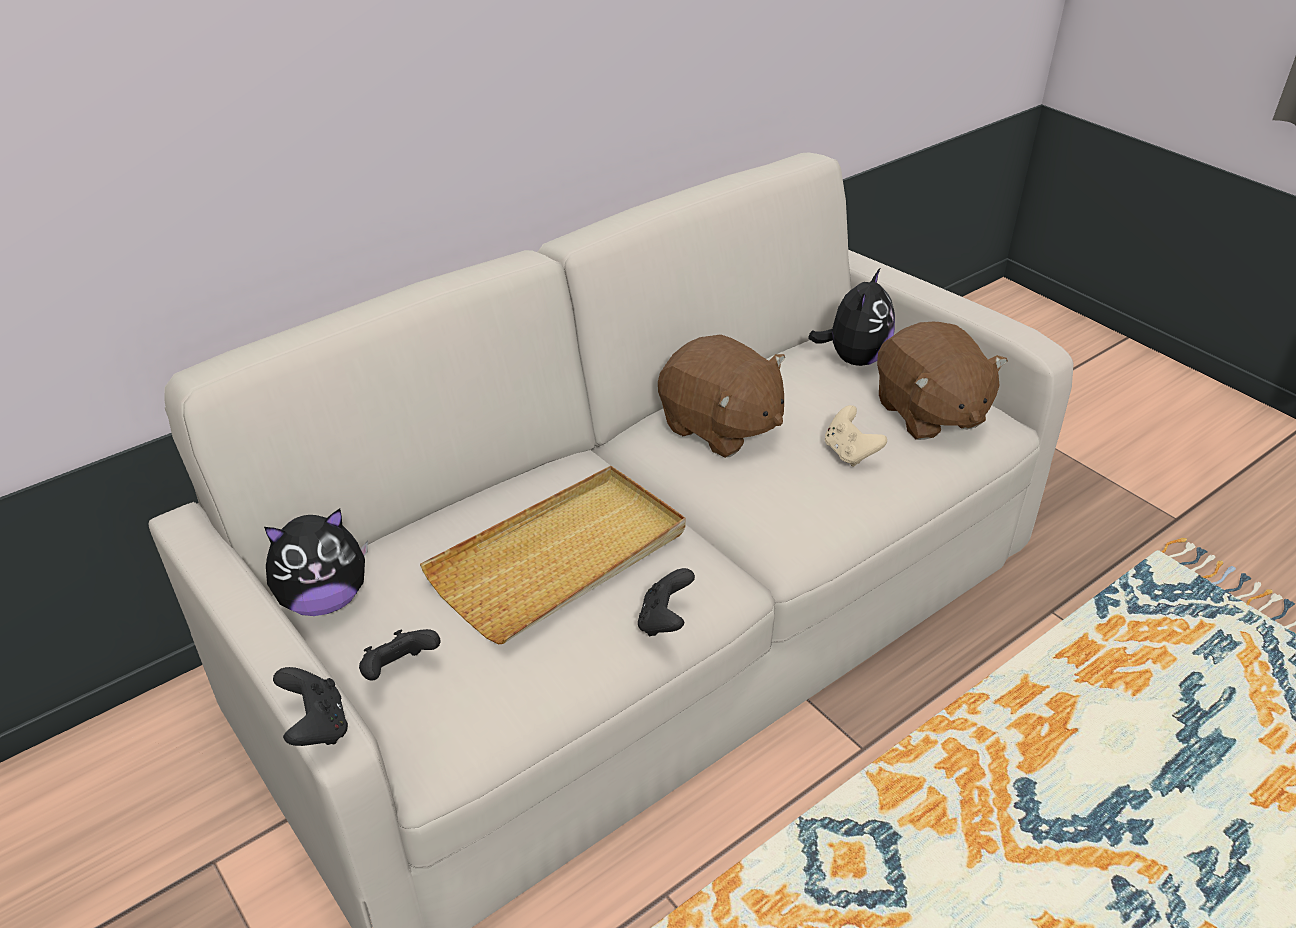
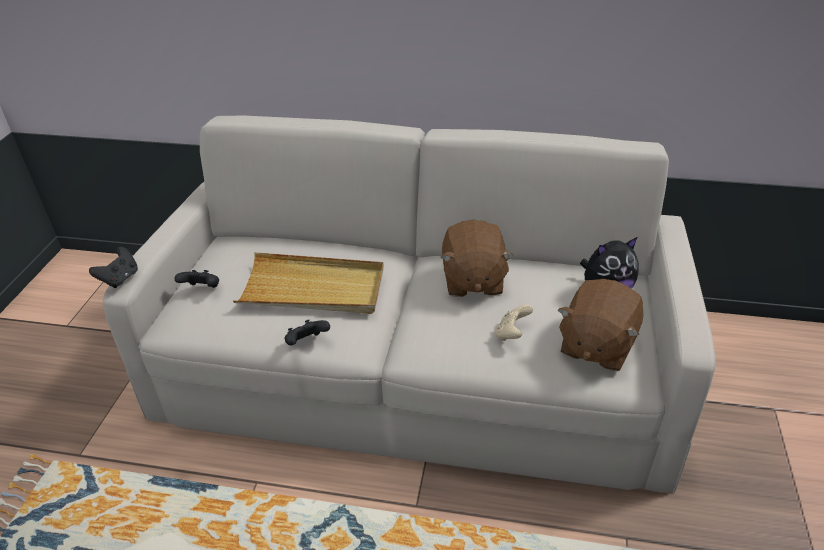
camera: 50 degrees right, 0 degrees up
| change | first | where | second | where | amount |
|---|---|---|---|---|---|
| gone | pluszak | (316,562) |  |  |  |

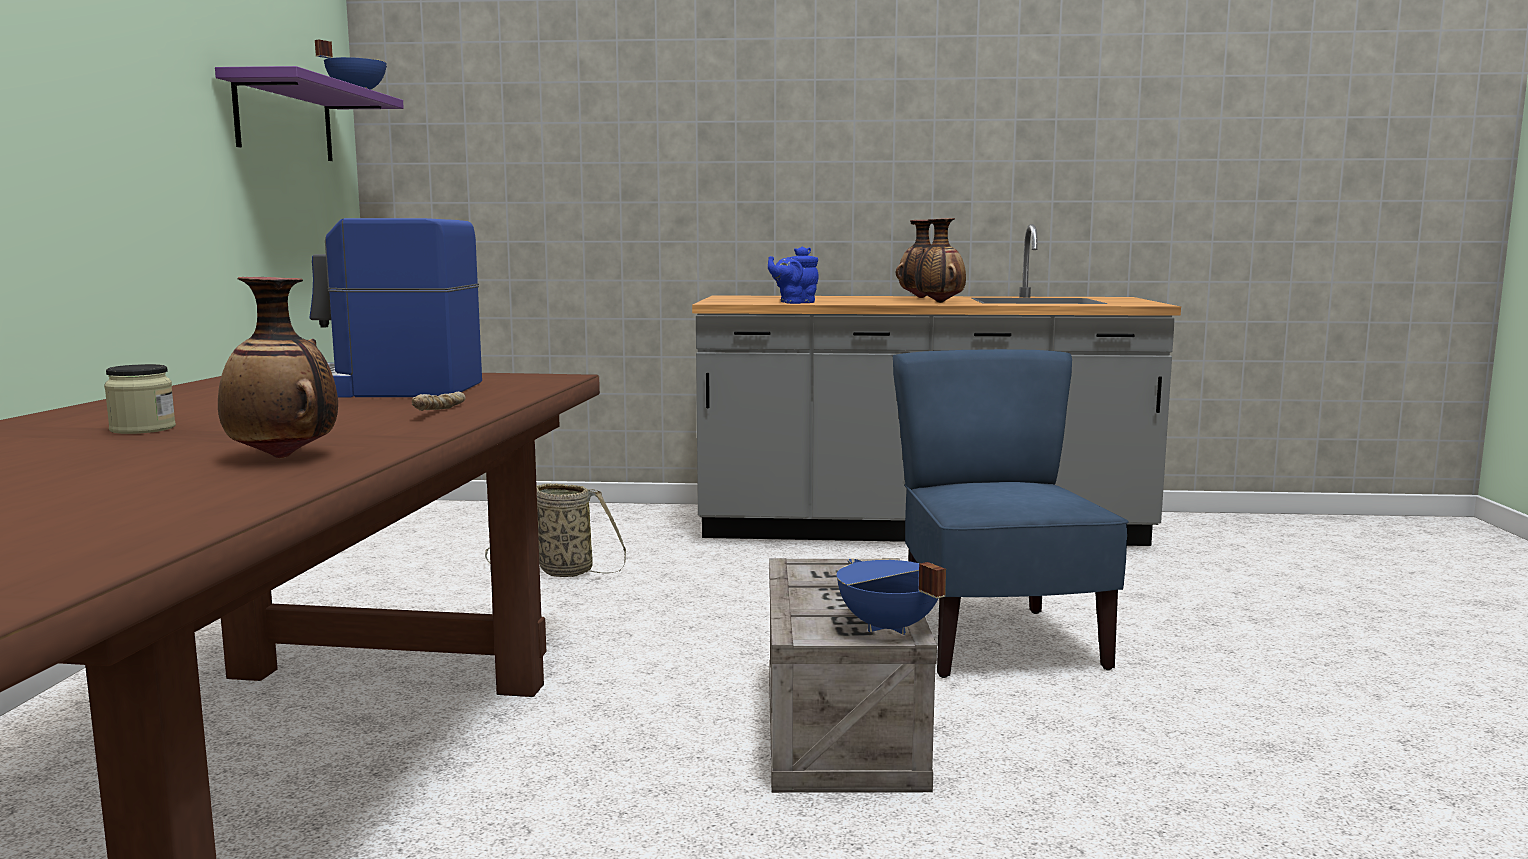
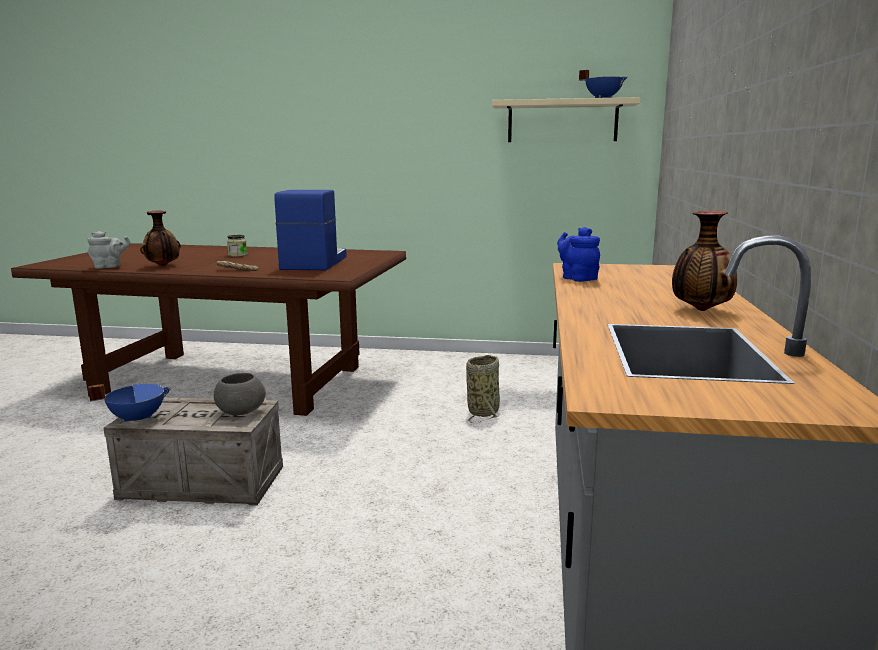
camera: 95 degrees right, 5 degrees up
| change | first | where | second | where | amount |
|---|---|---|---|---|---|
| gone | krzesło/niebieski | (1011,513) |  |  |  |
| gone | wazon | (940,260) |  |  |  |
| new |  |  | imbryk/szary | (109,250) |  |
| new |  |  | miska/szary | (240,394) |  |
| repainted | półka/fioletowy | (309,113) | półka/beżowy | (566,119) |  |

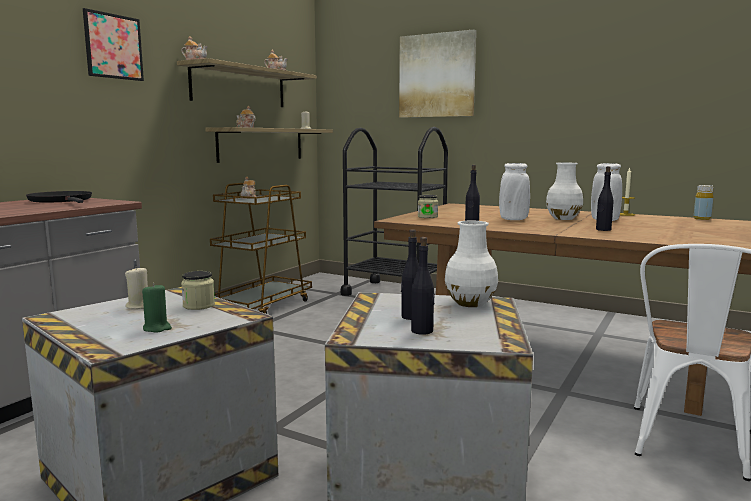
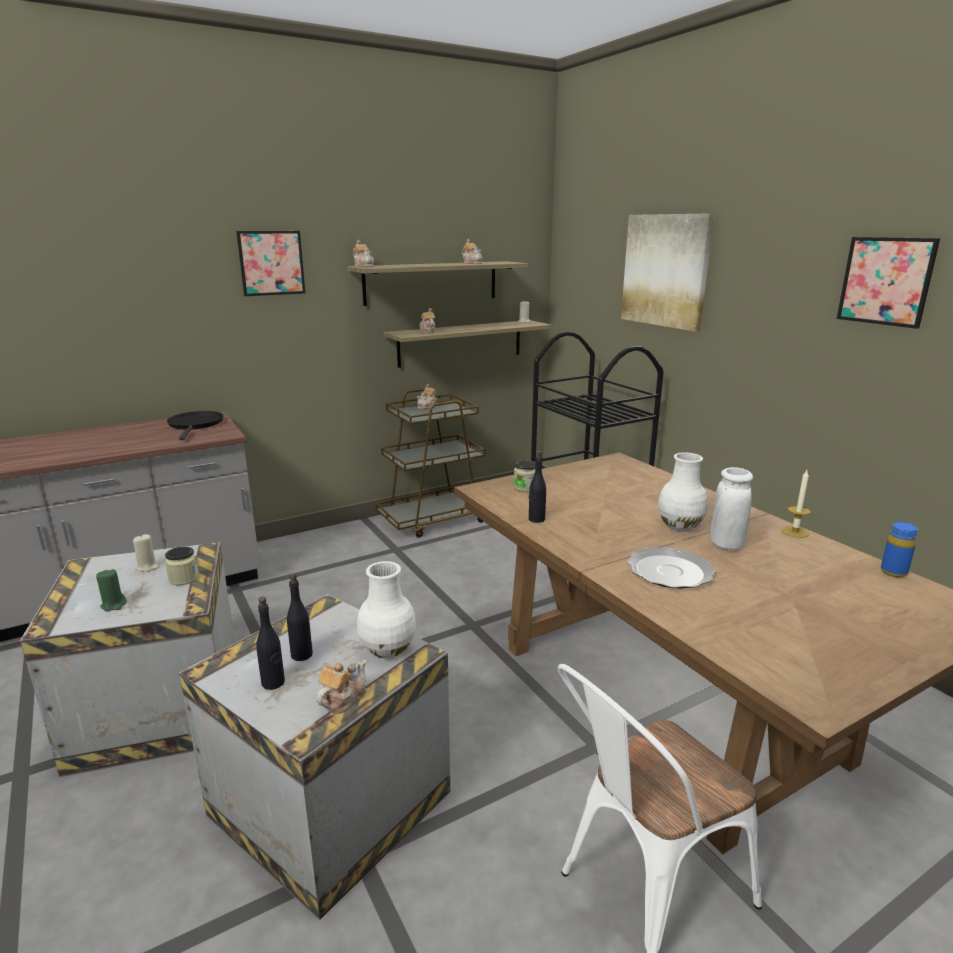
camera: 30 degrees right, 10 degrees up
| change | first | where | second | where | amount |
|---|---|---|---|---|---|
| gone | wazon/biały | (514,191) |  |  |  |
| new |  |  | imbryk | (341,687) |  |
| new |  |  | obraz | (888,283) |  |
| swapped | butelka/czarny | (605,198) | talerz | (671,568) |  |
| repainted | butelka/żółty | (704,202) | butelka/niebieski | (899,550) |  |

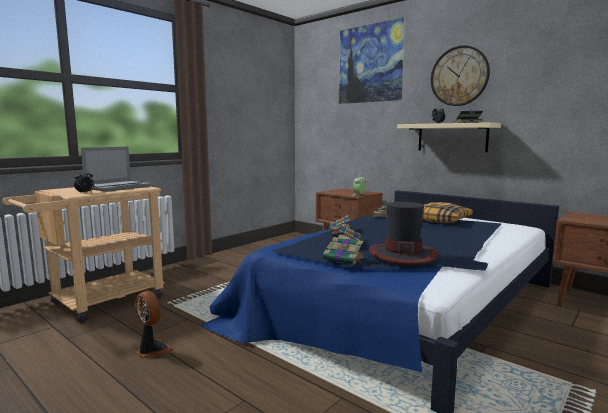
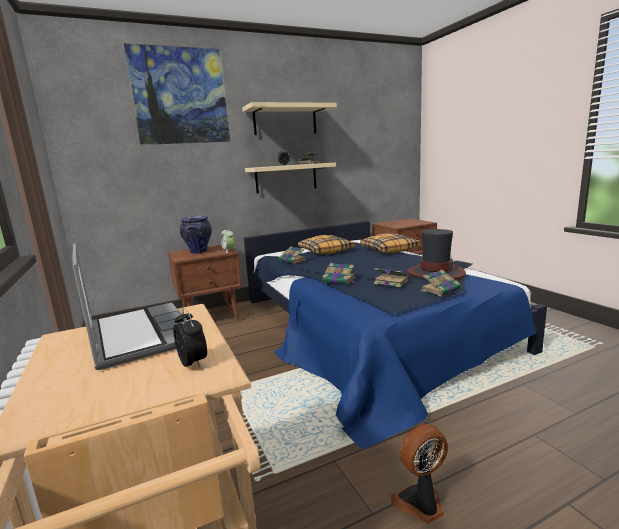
camera: 65 degrees left, 5 degrees up
| change | first | where | second | where | amount |
|---|---|---|---|---|---|
| new |  |  | wazon | (196,235) |  |
| new |  |  | poduszka | (390,243) |  |
| swapped | zegar ścienny | (460,75) | półka/beżowy | (289,118) |  |

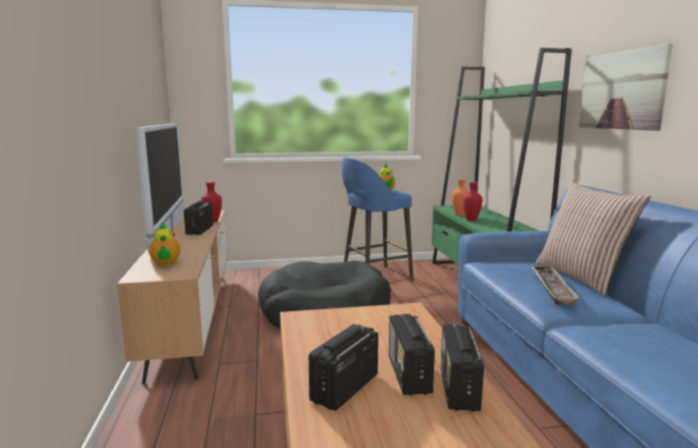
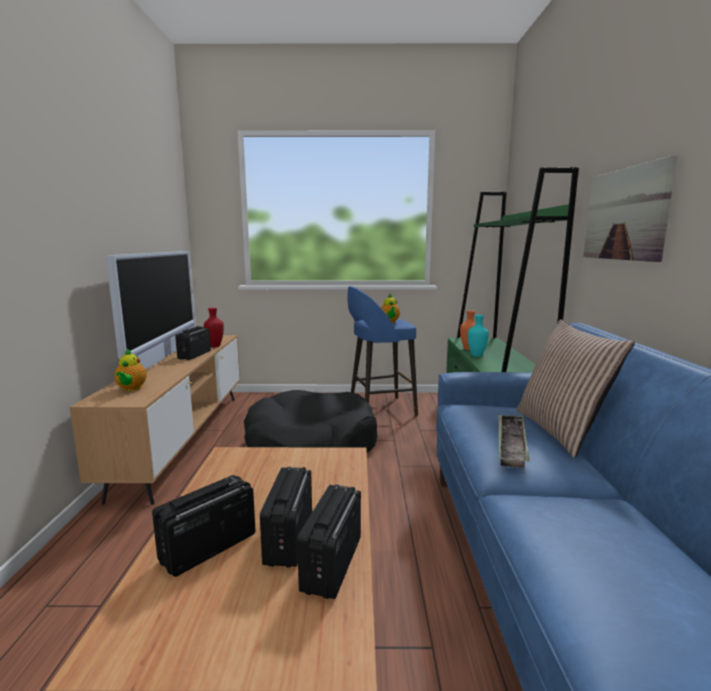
camera: 10 degrees right, 0 degrees up
| change | first | where | second | where | amount |
|---|---|---|---|---|---|
| repainted | wazon/czerwony | (472,201) | wazon/turkusowy | (478,336) |  |

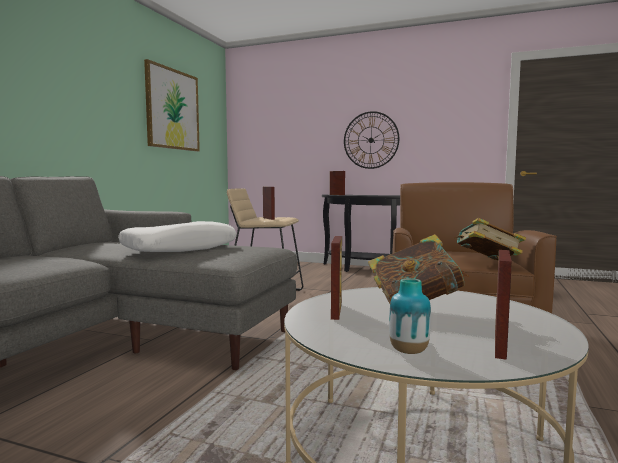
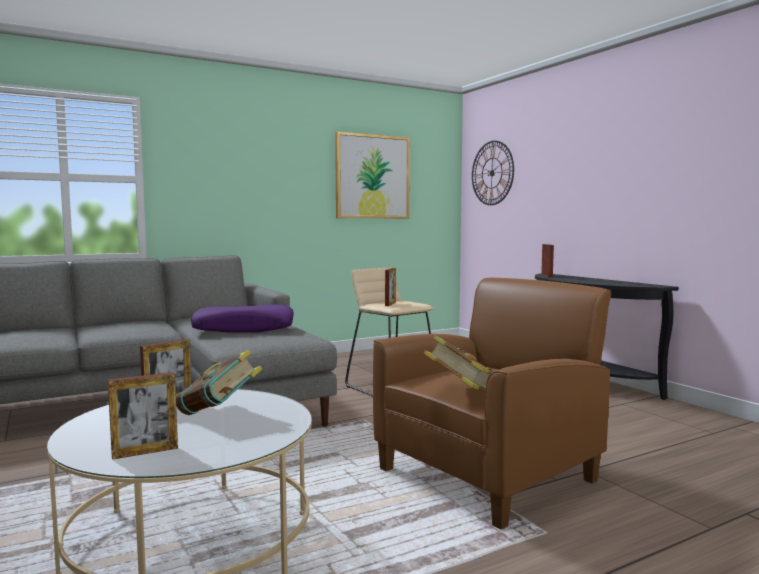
camera: 40 degrees right, 0 degrees up
| change | first | where | second | where | amount |
|---|---|---|---|---|---|
| gone | wazon | (410,316) |  |  |  |
| shifted | zegar ścienny | (371,140) |  | (493,172) |  |
| repainted | poduszka/biały | (177,236) | poduszka/fioletowy | (242,318) |  |

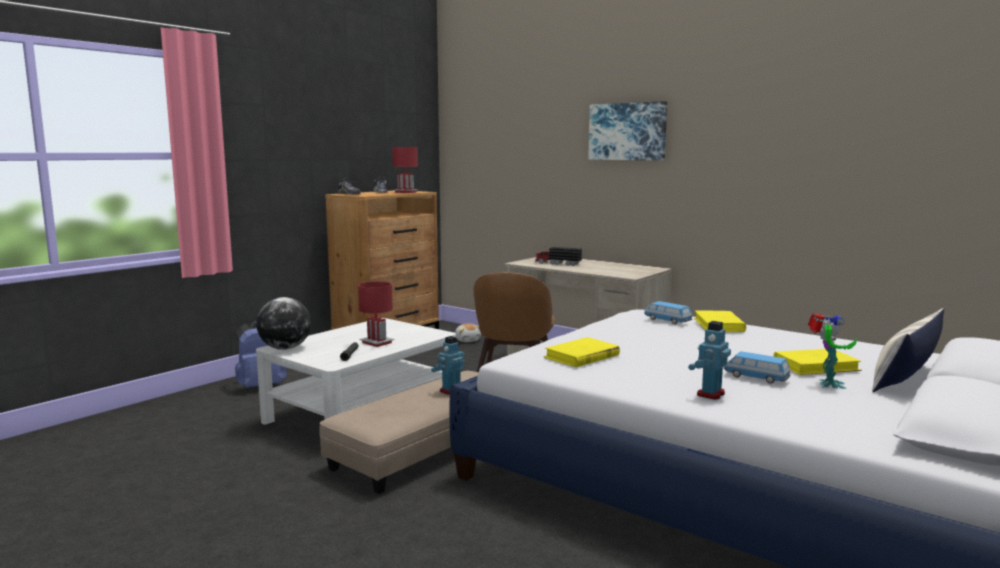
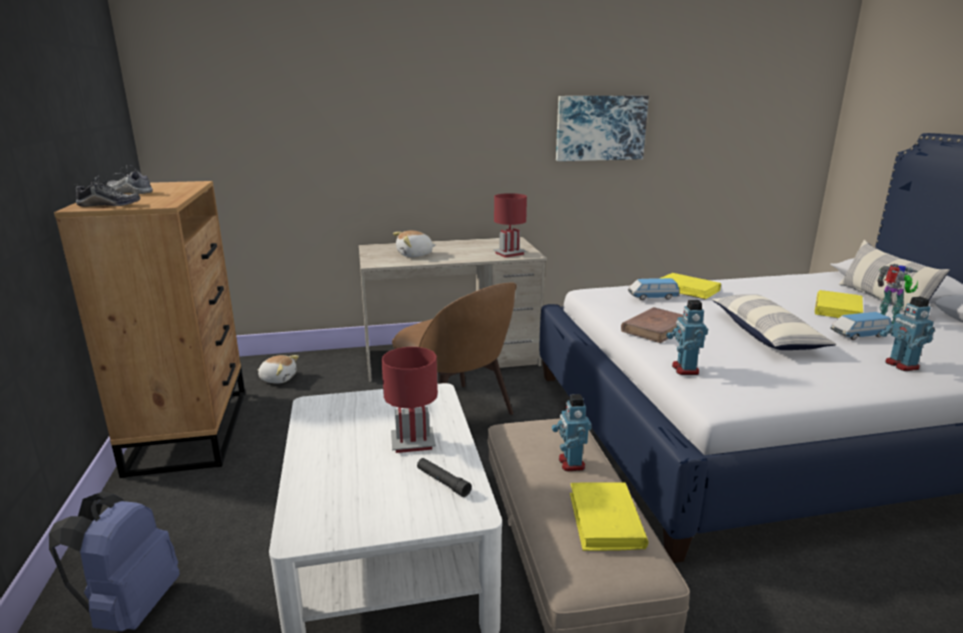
camera: 50 degrees left, 10 degrees up
| change | first | where | second | where | amount |
|---|---|---|---|---|---|
| gone | globus | (283,323) |  |  |  |
| new |  |  | książka/brązowy | (652,325) |  |
| new |  |  | robot zabawkowy | (687,337) |  |
| new |  |  | poduszka | (774,322) |  |
| shifted | lampa stołowa/czerwony | (405,170) |  | (510,225) |  |
| shifted | książka/żółty | (582,352) |  | (609,516) |  |
| shifted | obraz | (627,130) |  | (602,128) |  |
| swapped | ciężarówka zabawkowa | (558,256) | pluszak | (414,243) |  |

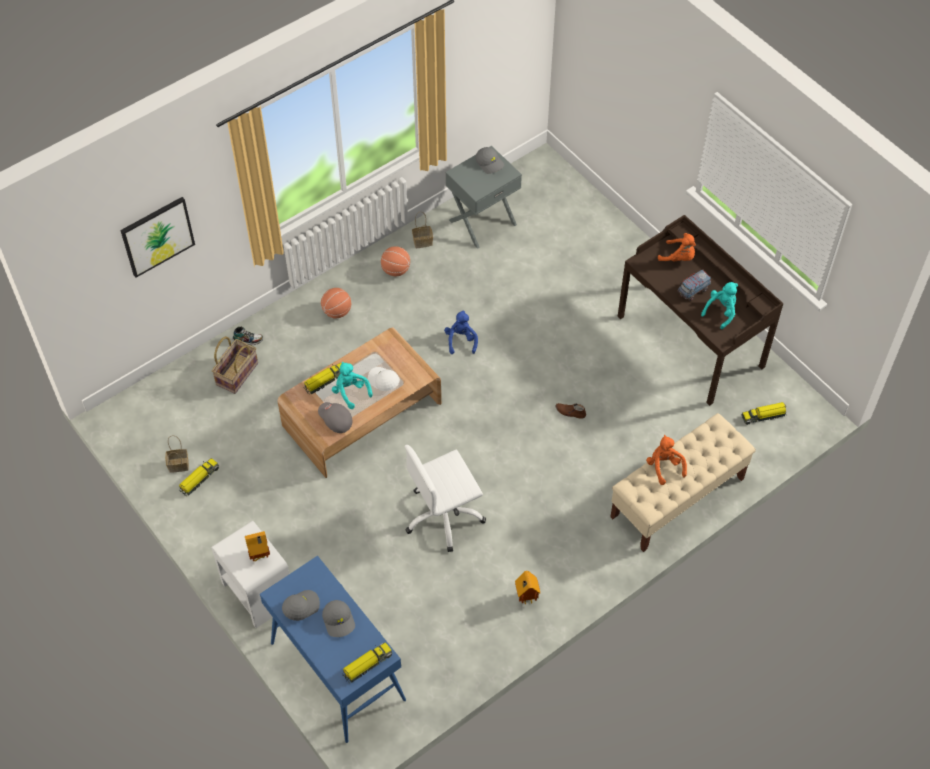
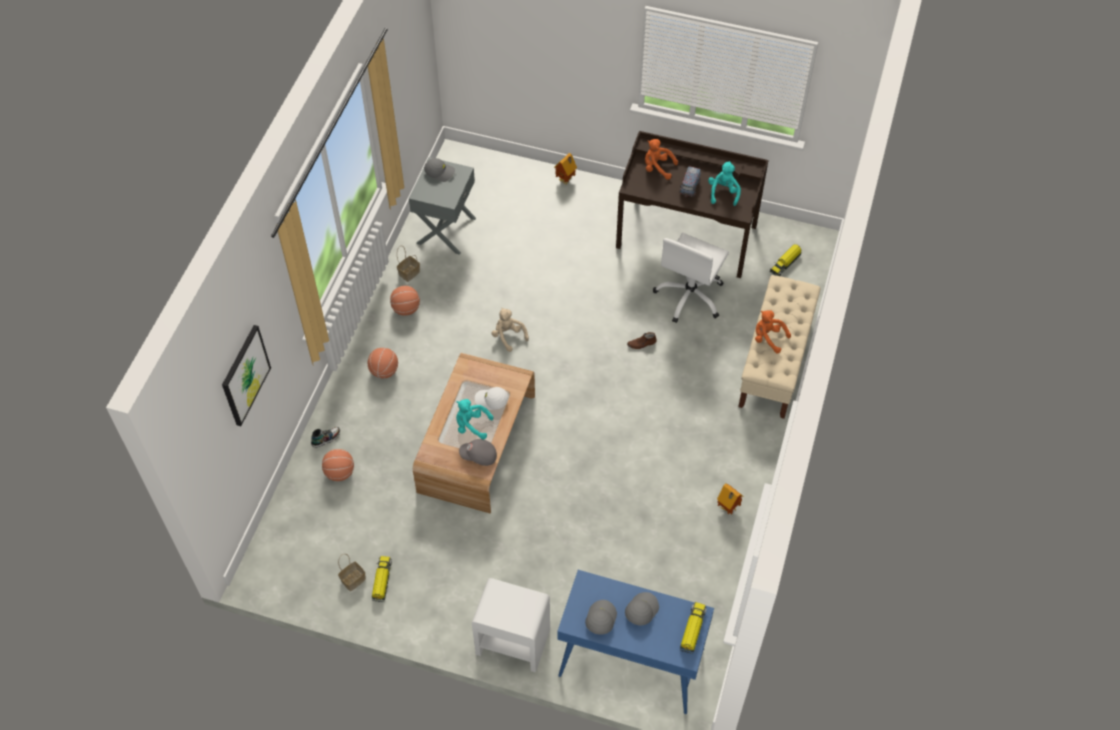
camera: 35 degrees left, 0 degrees up
| change | first | where | second | where | amount |
|---|---|---|---|---|---|
| gone | ciężarówka zabawkowa | (322,379) |  |  |  |
| shifted | domek | (257,546) |  | (565,168) |  |
| shifted | krzesło biurowe/biały | (445,498) |  | (691,278) |  |
| swapped | koszyk | (235,365) | piłka do koszykówki | (338,465) |  |
| repainted | pluszak/niebieski | (461,332) | pluszak/beżowy | (510,330) |  |
| rotated | czapka z daszkiem/szary | (338,618) |  | (642,608) | 90 degrees counterclockwise |
| rotated | pluszak/pomarańczowy | (677,247) |  | (661,159) | 150 degrees counterclockwise |

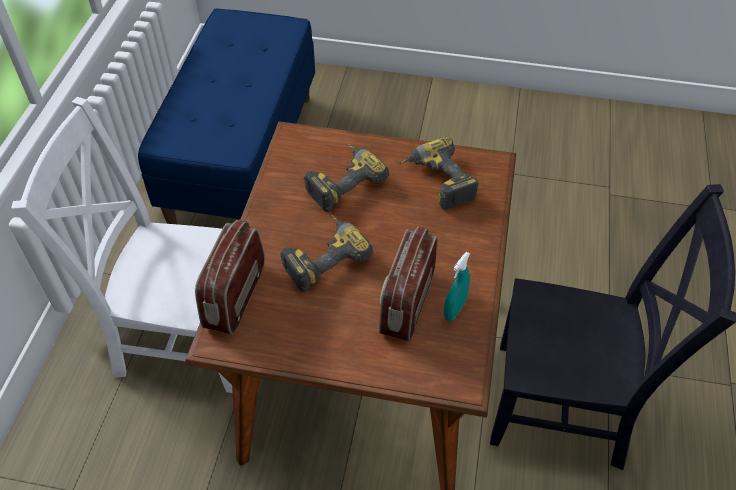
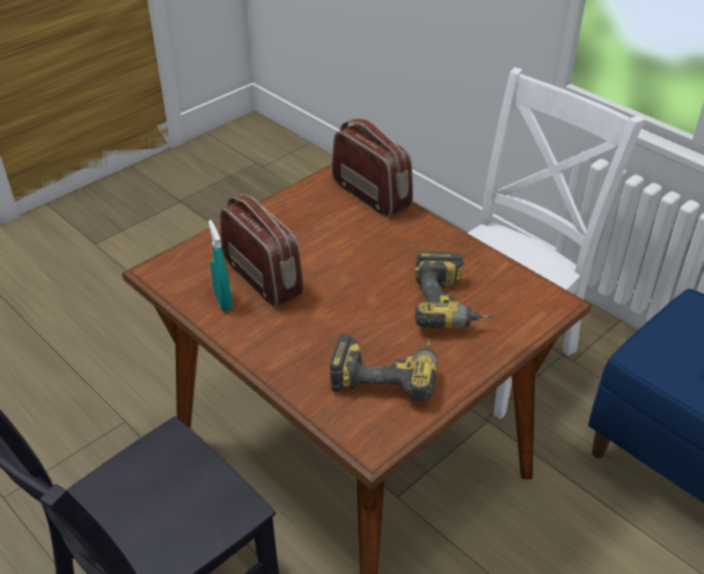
camera: 125 degrees right, 10 degrees down
| change | first | where | second | where | amount |
|---|---|---|---|---|---|
| gone | wiertarka | (326,253) |  |  |  |

